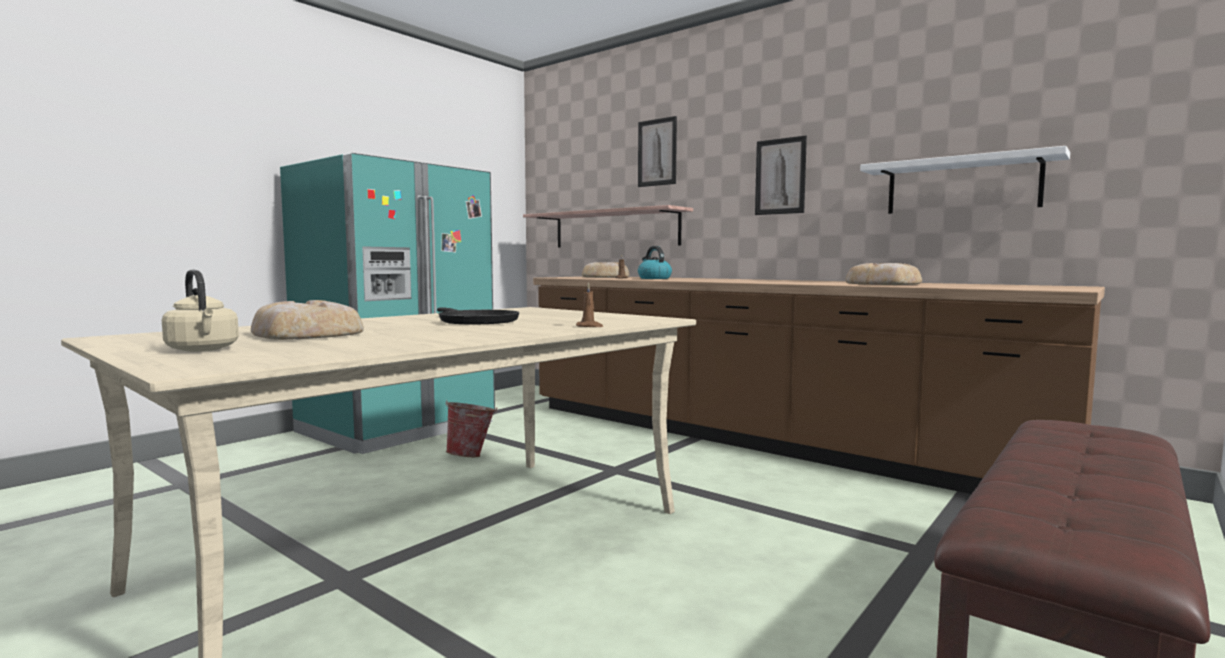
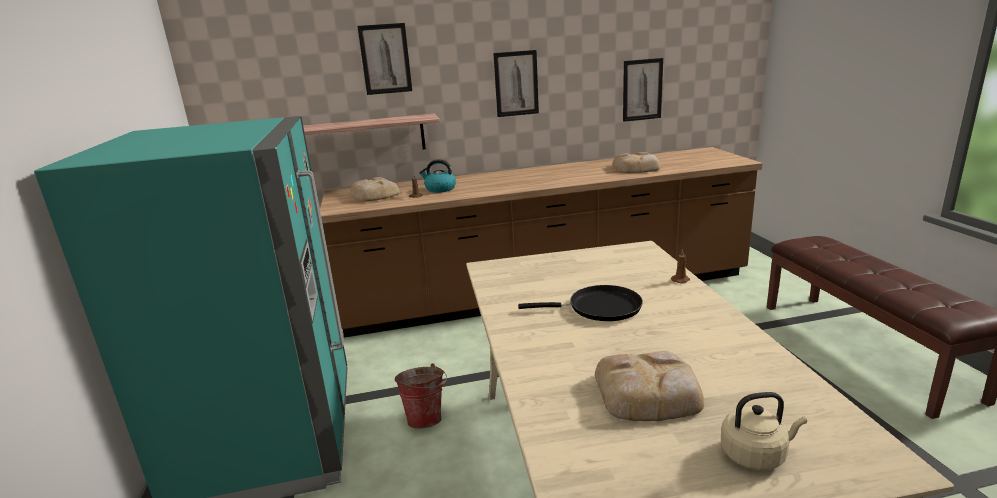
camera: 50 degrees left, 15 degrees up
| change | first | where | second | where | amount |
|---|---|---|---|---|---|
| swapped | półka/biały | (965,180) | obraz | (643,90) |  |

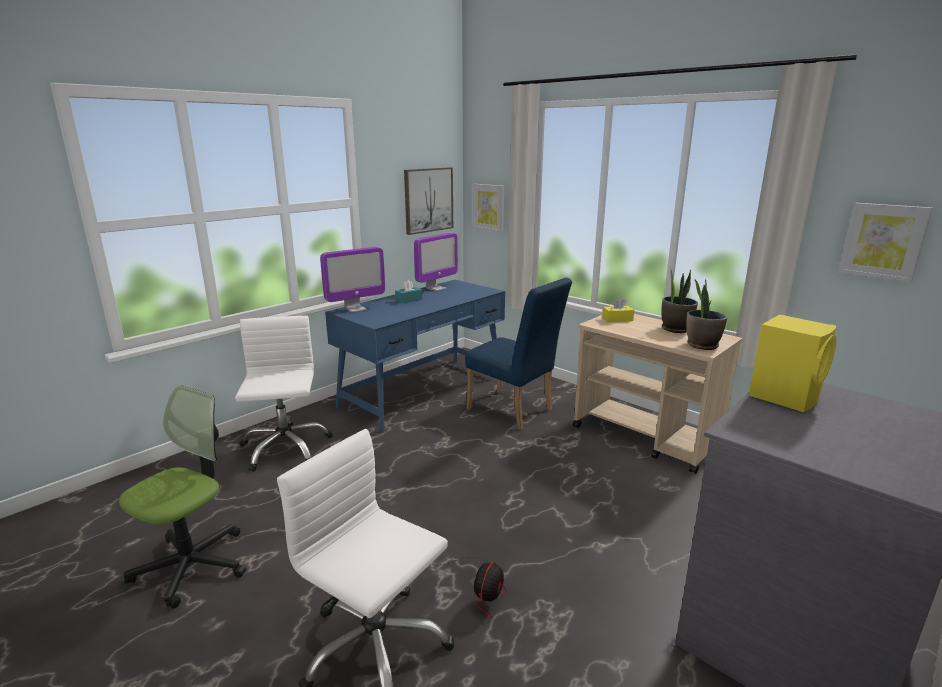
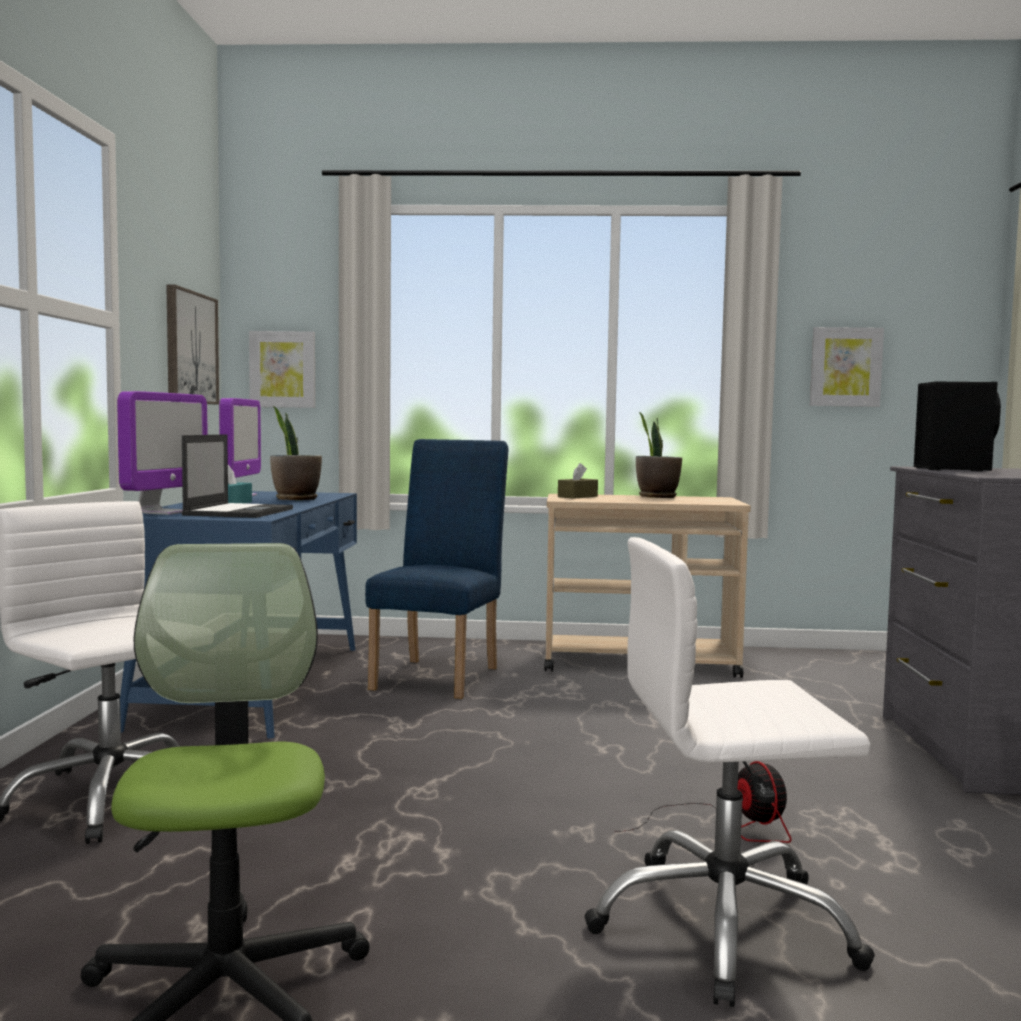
camera: 40 degrees left, 15 degrees down
| change | first | where | second | where | amount |
|---|---|---|---|---|---|
| new |  |  | laptop | (237,476) |  |
| shifted | roślina doniczkowa | (706,314) |  | (296,453) |  |
| repainted | pudełko chusteczek/żółty | (618,310) | pudełko chusteczek/brązowy | (578,481) |  |
| repainted | głośnik/żółty | (793,363) | głośnik/czarny | (957,426) |  |
| rotated | krzesło/niebieski | (518,354) |  | (437,569) | 75 degrees counterclockwise |

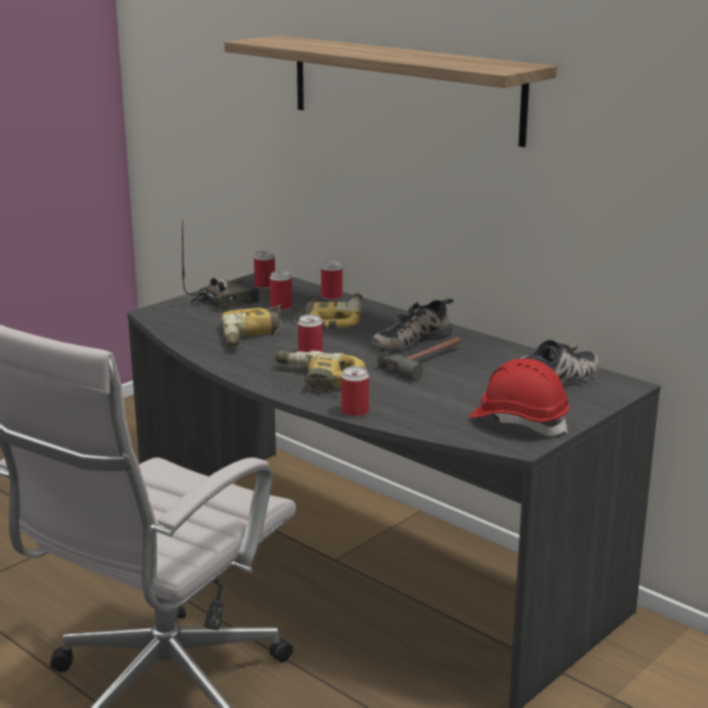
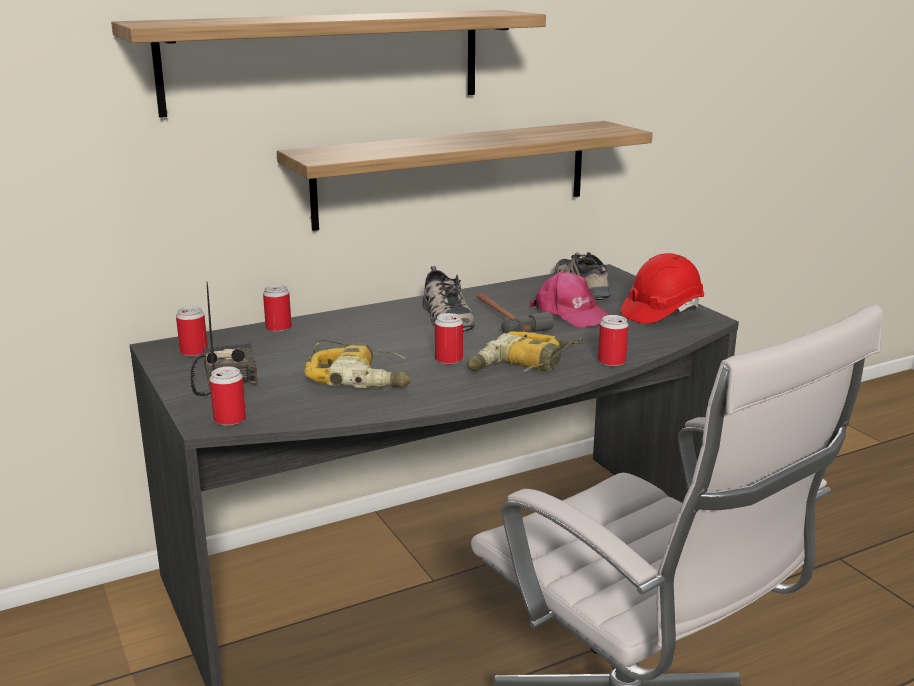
camera: 70 degrees left, 0 degrees up
| change | first | where | second | where | amount |
|---|---|---|---|---|---|
| gone | wiertarka | (328,311) |  |  |  |
| new |  |  | półka | (465,176) |  |
| new |  |  | czapka z daszkiem/różowy | (569,299) |  |
| shifted | puszka | (281,290) |  | (227,396) |  |

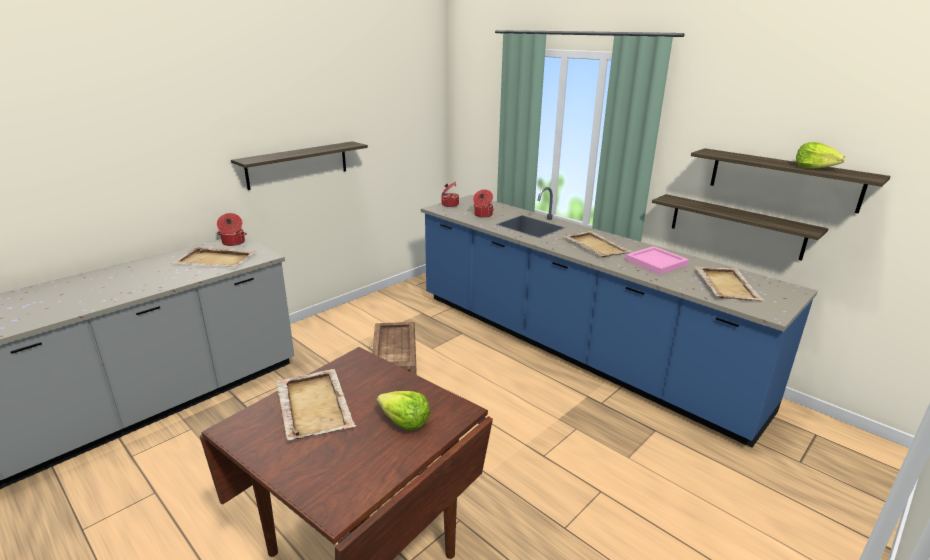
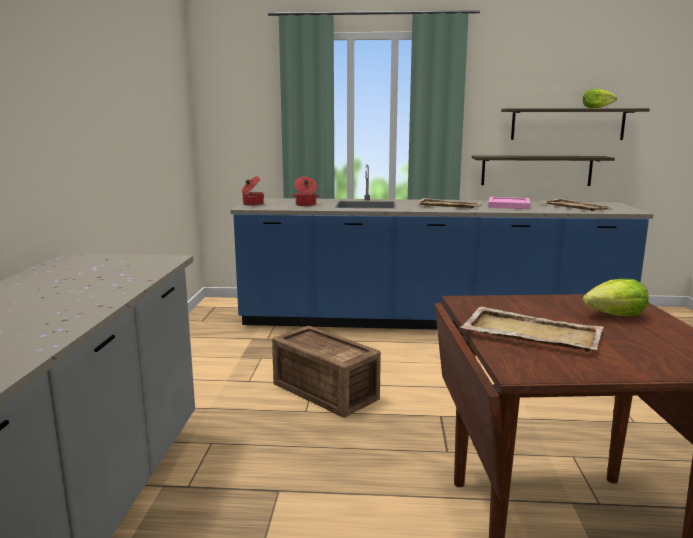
camera: 40 degrees left, 10 degrees down
| change | first | where | second | where | amount |
|---|---|---|---|---|---|
| gone | taca/beżowy | (214,256) |  |  |  |
| gone | garnek | (232,229) |  |  |  |
| gone | półka | (299,165) |  |  |  |

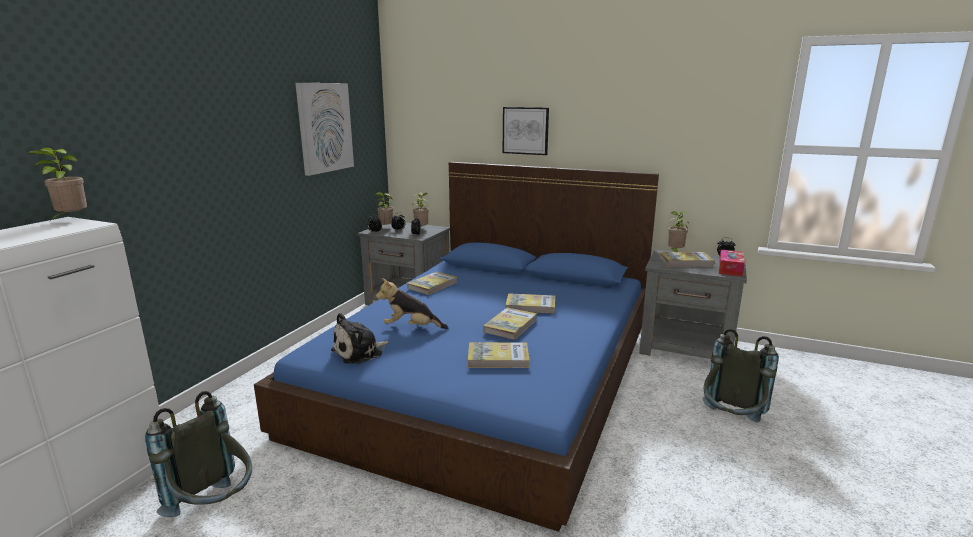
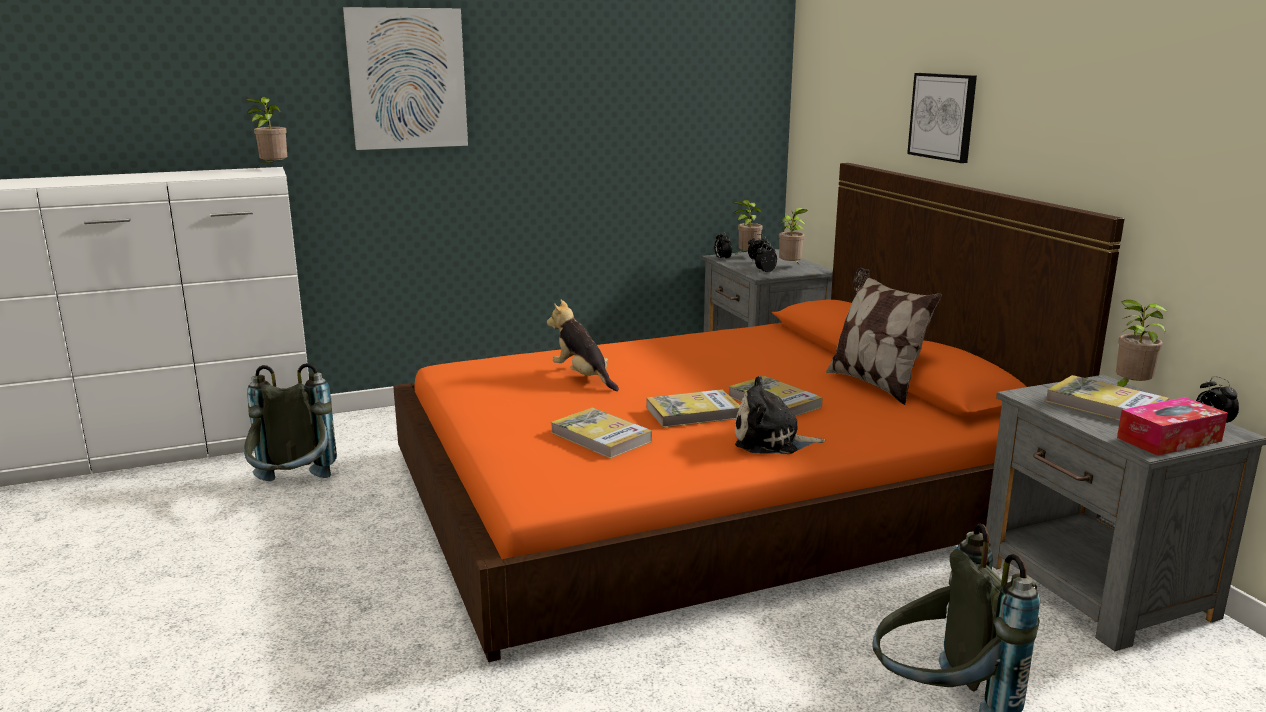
camera: 45 degrees right, 0 degrees up
| change | first | where | second | where | amount |
|---|---|---|---|---|---|
| gone | książka | (432,283) |  |  |  |
| new |  |  | poduszka | (884,336) |  |
| shifted | obraz | (324,129) |  | (405,78) |  |
| shifted | pluszak | (360,338) |  | (780,415) |  |
| repainted | łóżko/niebieski | (456,347) | łóżko/pomarańczowy | (759,412) |  |

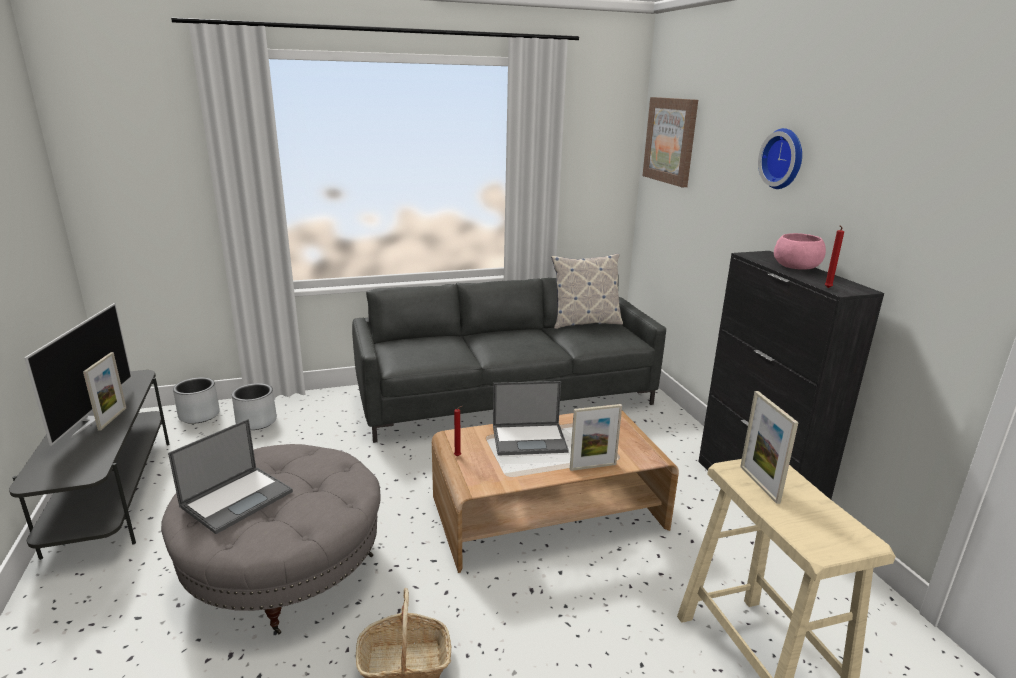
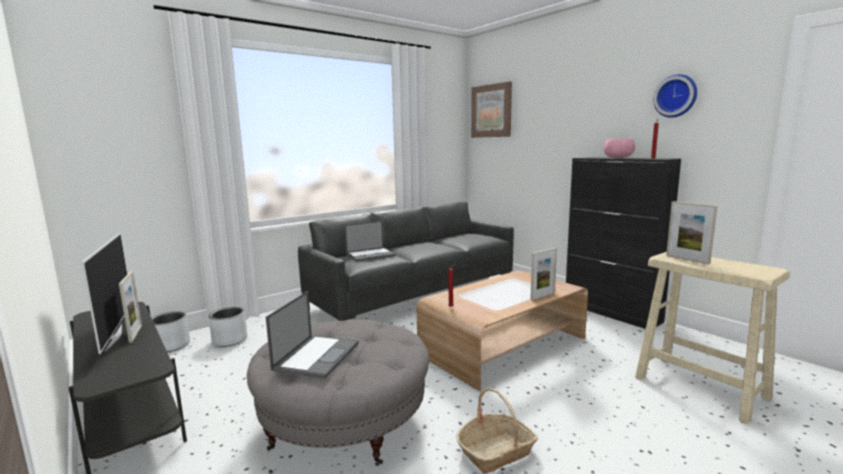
camera: 20 degrees left, 10 degrees down
| change | first | where | second | where | amount |
|---|---|---|---|---|---|
| gone | poduszka | (587,291) |  |  |  |
| shifted | laptop | (531,418) |  | (370,241) |  |
| shifted | zegar ścienny | (780,158) |  | (675,96) |  |

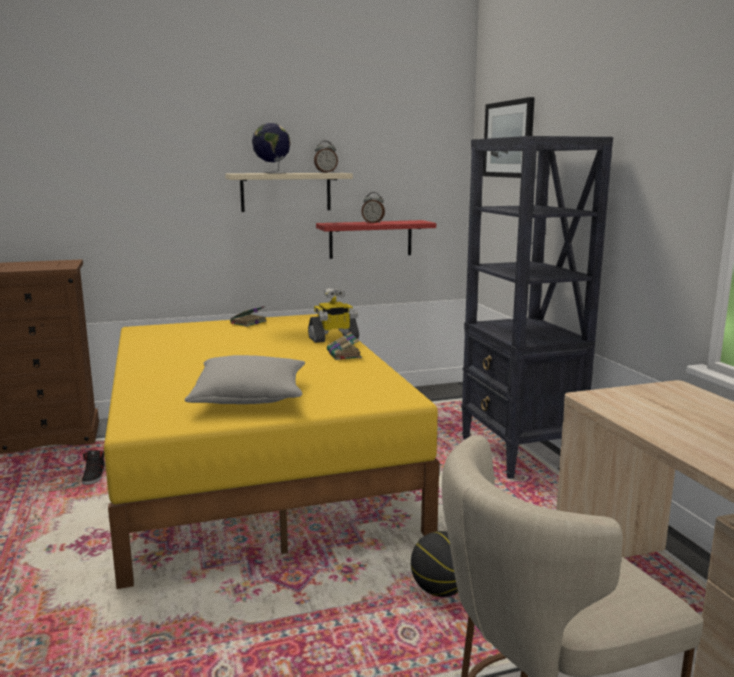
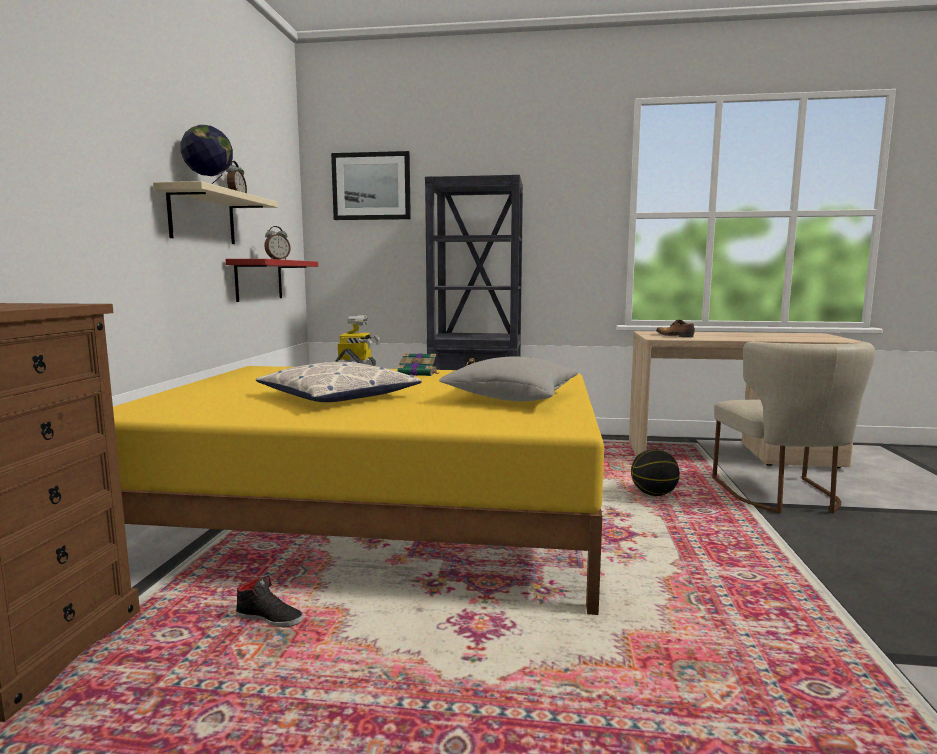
camera: 65 degrees left, 5 degrees down
| change | first | where | second | where | amount |
|---|---|---|---|---|---|
| gone | książka | (248,316) |  |  |  |
| new |  |  | poduszka | (339,381) |  |
| new |  |  | but | (675,329) |  |

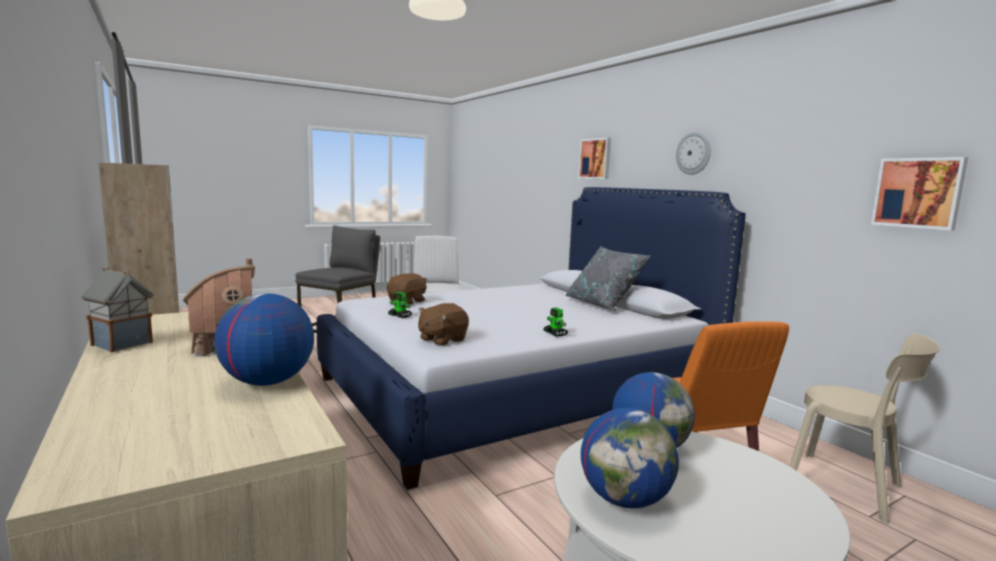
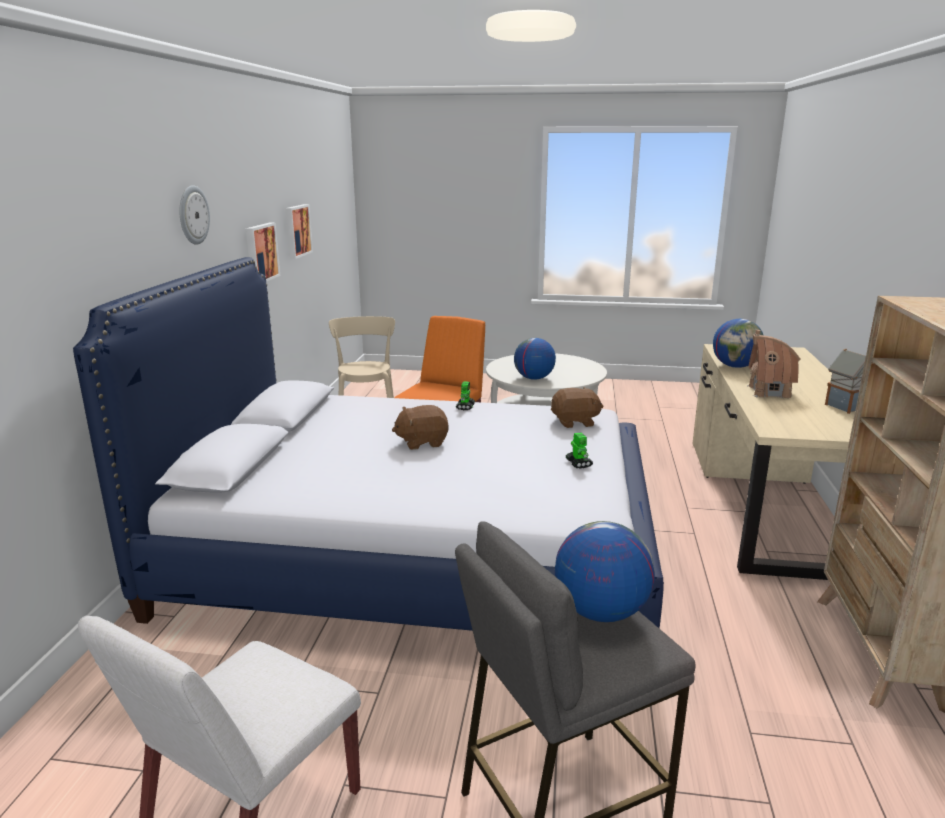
camera: 140 degrees left, 10 degrees up
| change | first | where | second | where | amount |
|---|---|---|---|---|---|
| gone | poduszka/szary | (608,279) |  |  |  |
| shifted | pluszak/brązowy | (407,289) |  | (420,427) |  |
| shifted | obraz | (594,158) |  | (263,252) |  |
| shifted | globus | (630,458) |  | (605,571) |  |

